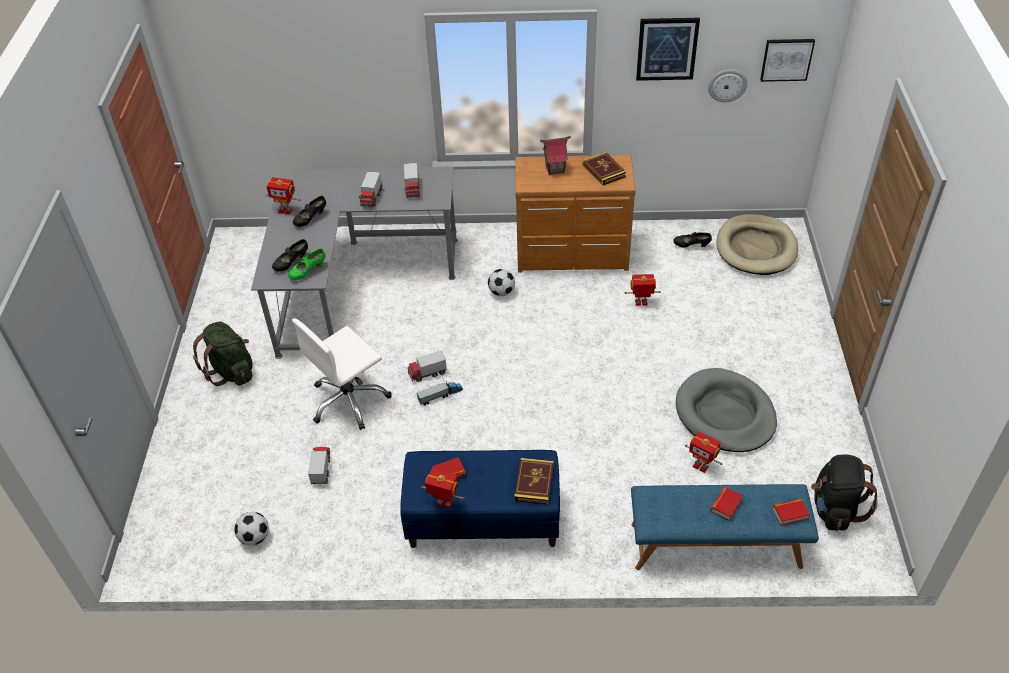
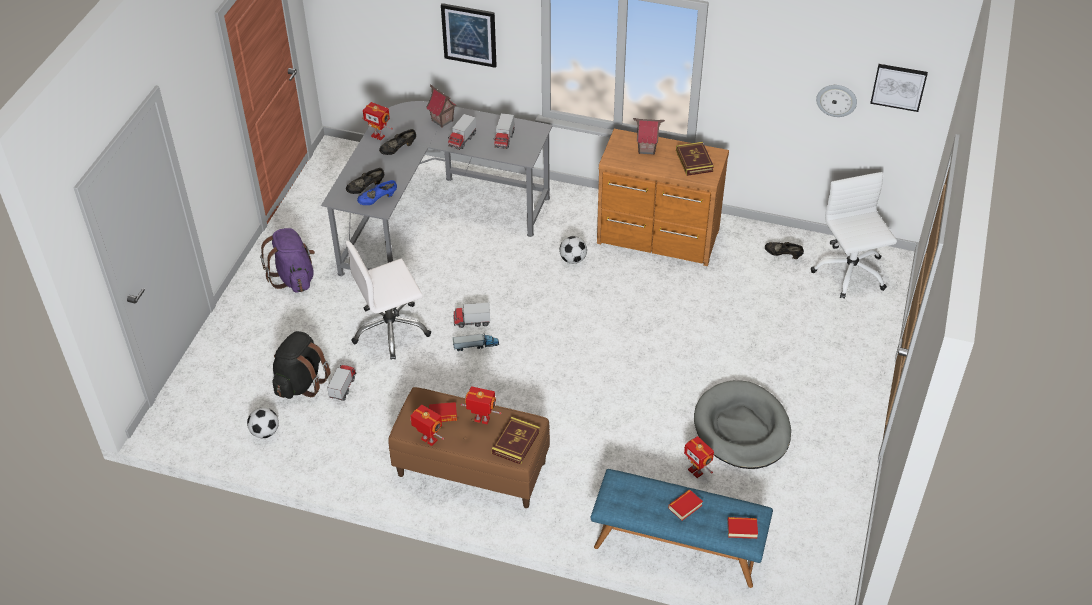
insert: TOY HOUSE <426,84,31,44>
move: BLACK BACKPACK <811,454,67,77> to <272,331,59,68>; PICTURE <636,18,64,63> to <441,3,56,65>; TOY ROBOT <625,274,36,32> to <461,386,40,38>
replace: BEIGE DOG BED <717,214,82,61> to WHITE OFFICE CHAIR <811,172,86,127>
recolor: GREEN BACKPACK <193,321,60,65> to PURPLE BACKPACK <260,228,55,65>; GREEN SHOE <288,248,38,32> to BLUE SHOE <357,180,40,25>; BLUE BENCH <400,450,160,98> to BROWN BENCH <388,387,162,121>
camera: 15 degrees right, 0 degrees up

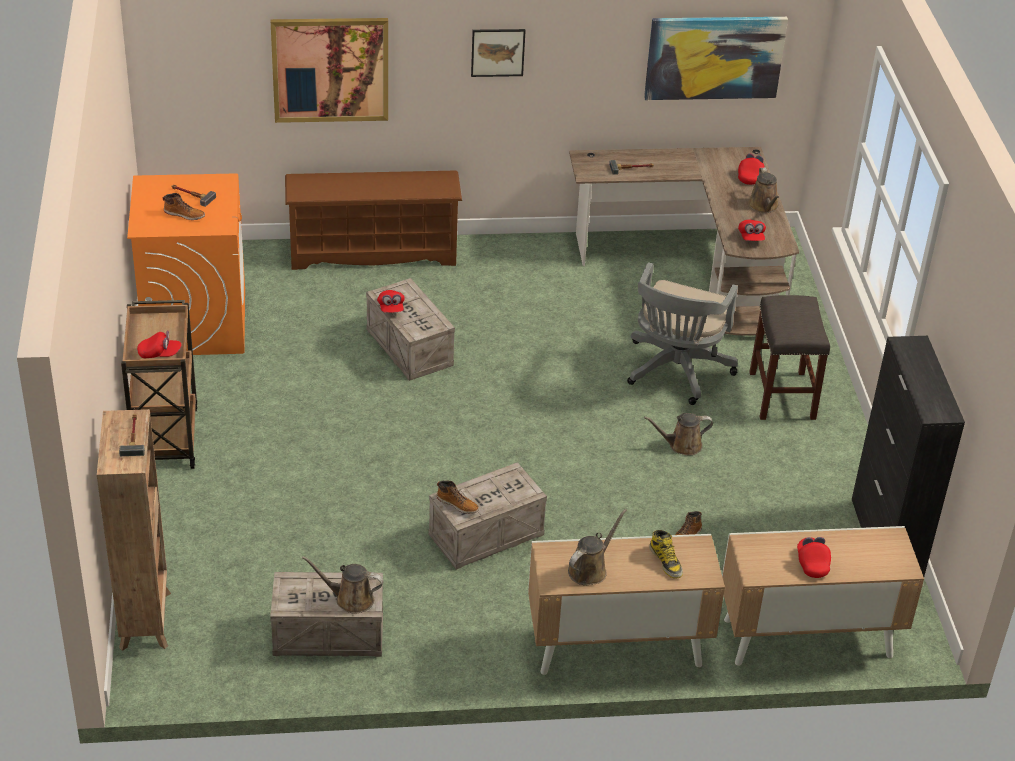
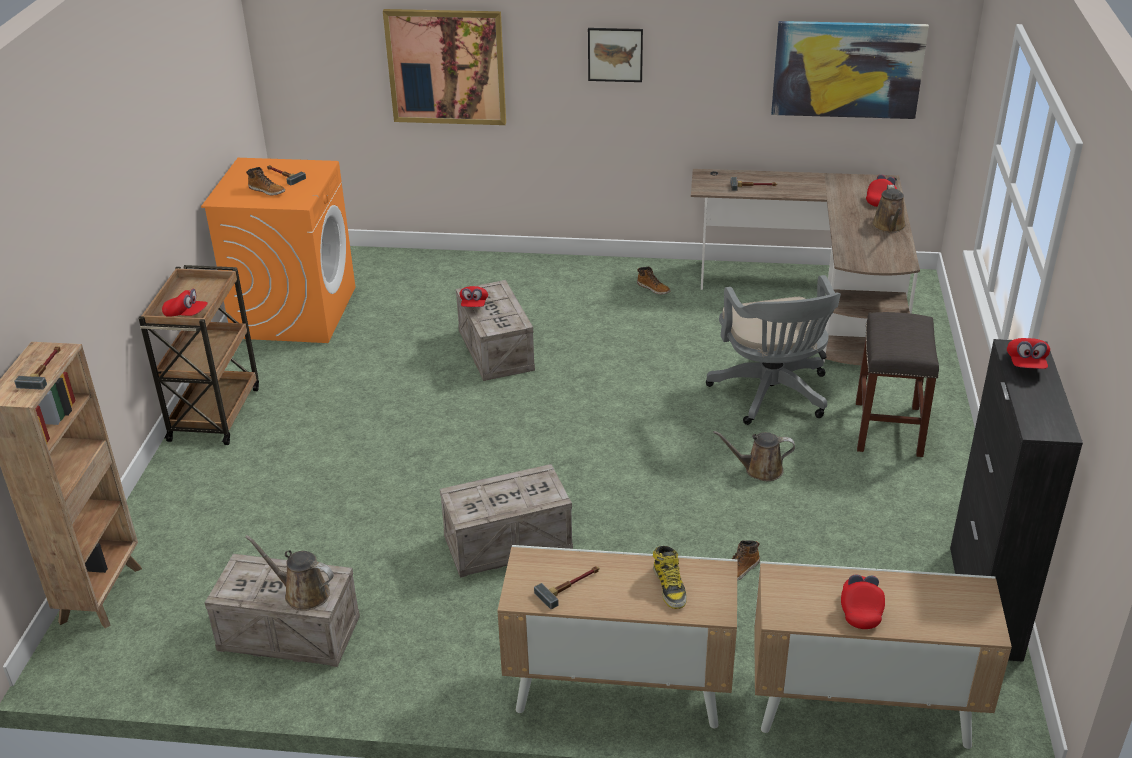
delete: BROWN SHOE RACK <285,171,177,99>
move: BOOT <437,480,42,34> to <637,267,34,27>; RED CAP <738,220,28,21> to <1007,338,43,31>
replace: BROWN WATERING CAN <568,509,59,77> to HAMMER <534,566,66,43>
rotate: GREY OFFICE CHAIR <627,262,111,143> = <706,275,135,150> 45 degrees counterclockwise
camera: 15 degrees right, 5 degrees down

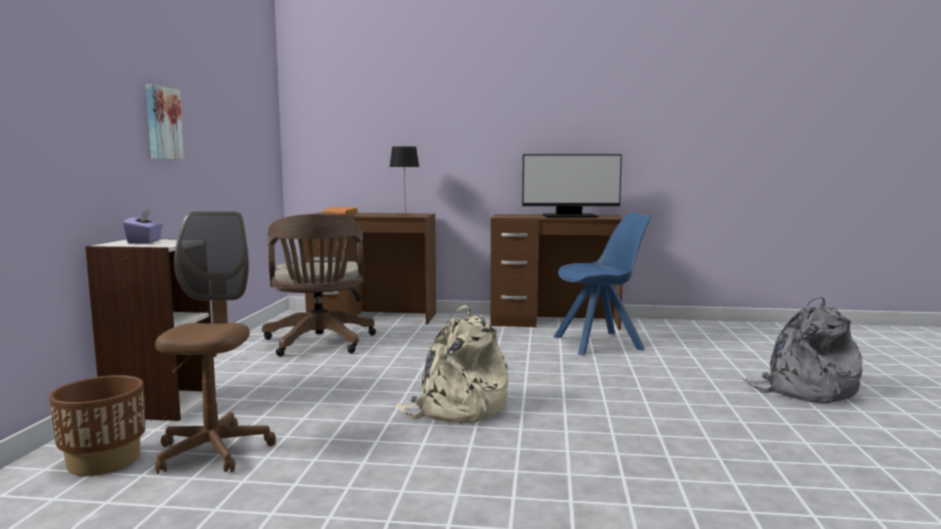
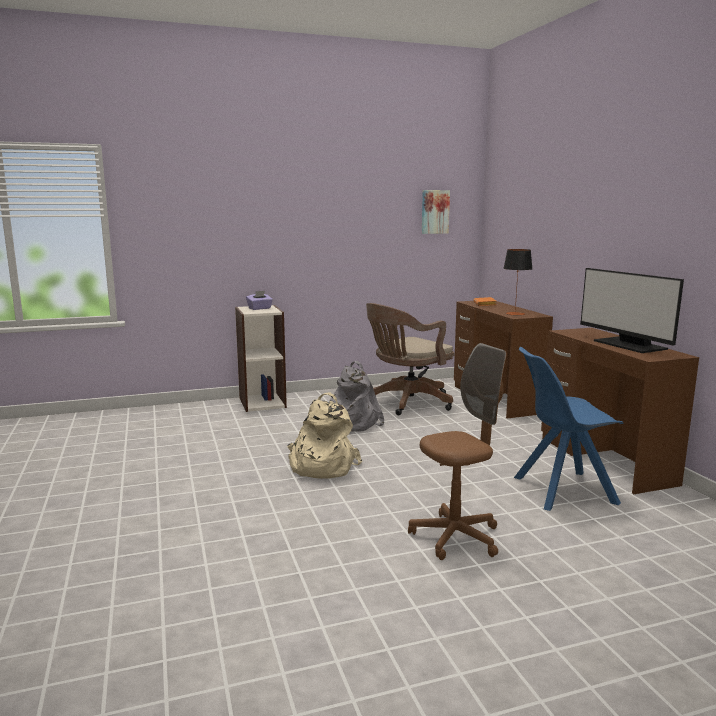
delete: BROWN PLANTER <49,375,96,101>
move: GREY BACKPACK <742,295,120,108> to <329,361,55,70>; BROWN OFFICE CHAIR <155,211,121,263> to <408,343,99,217>; PICTURE <146,84,38,75> to <422,190,28,44>
rotate: BLUE CHAIR <554,212,98,143> = <514,347,109,164> 120 degrees clockwise
camera: 65 degrees right, 5 degrees up

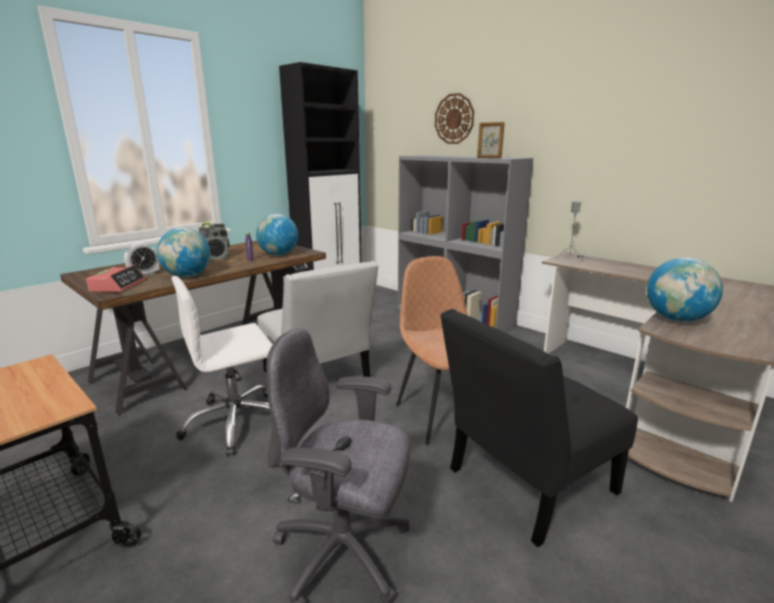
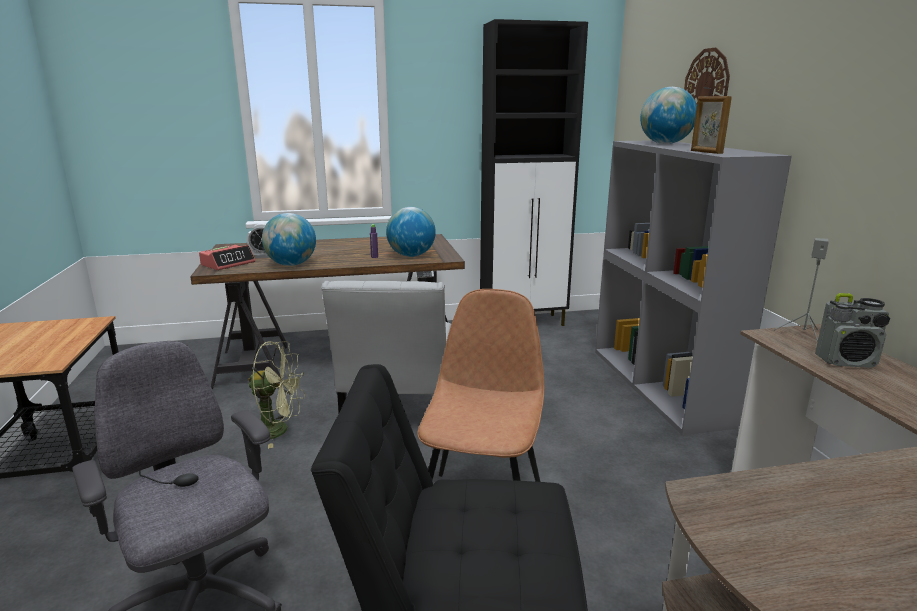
move: GLOBE <647,257,76,65> to <640,87,57,57>; RADIO <199,223,31,37> to <815,293,75,75>
replace: WHITE OFFICE CHAIR <172,276,101,180> to GREEN FAN <248,341,57,108>
camera: 35 degrees right, 0 degrees up

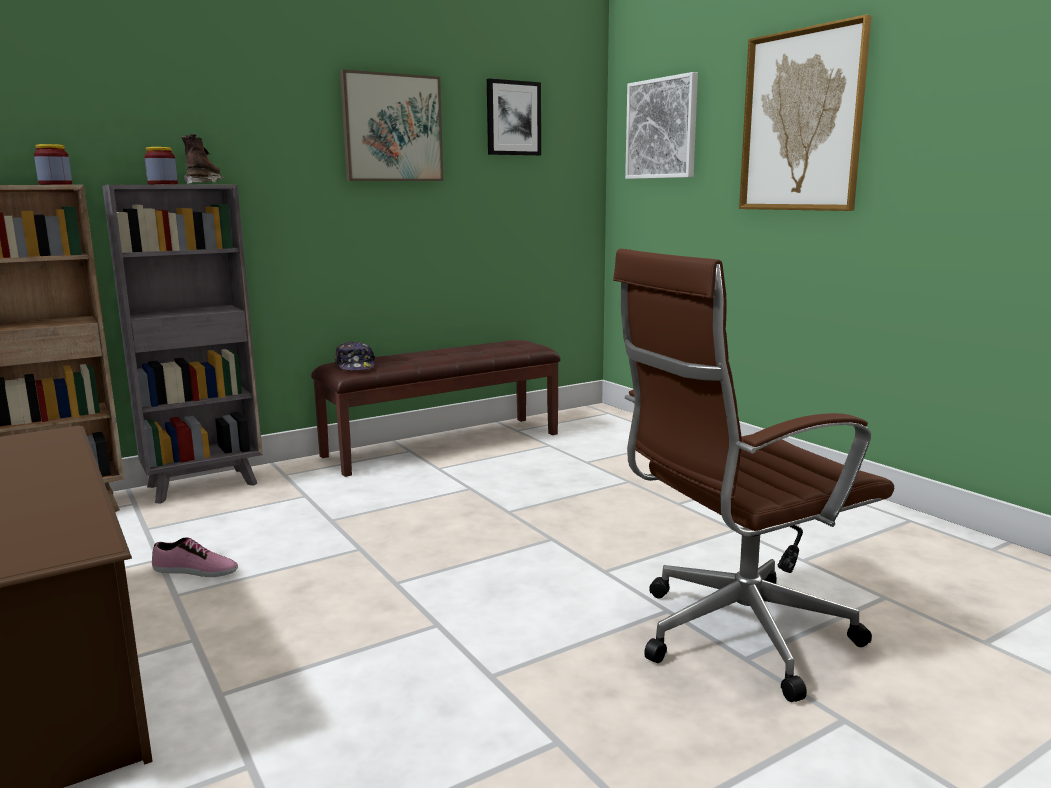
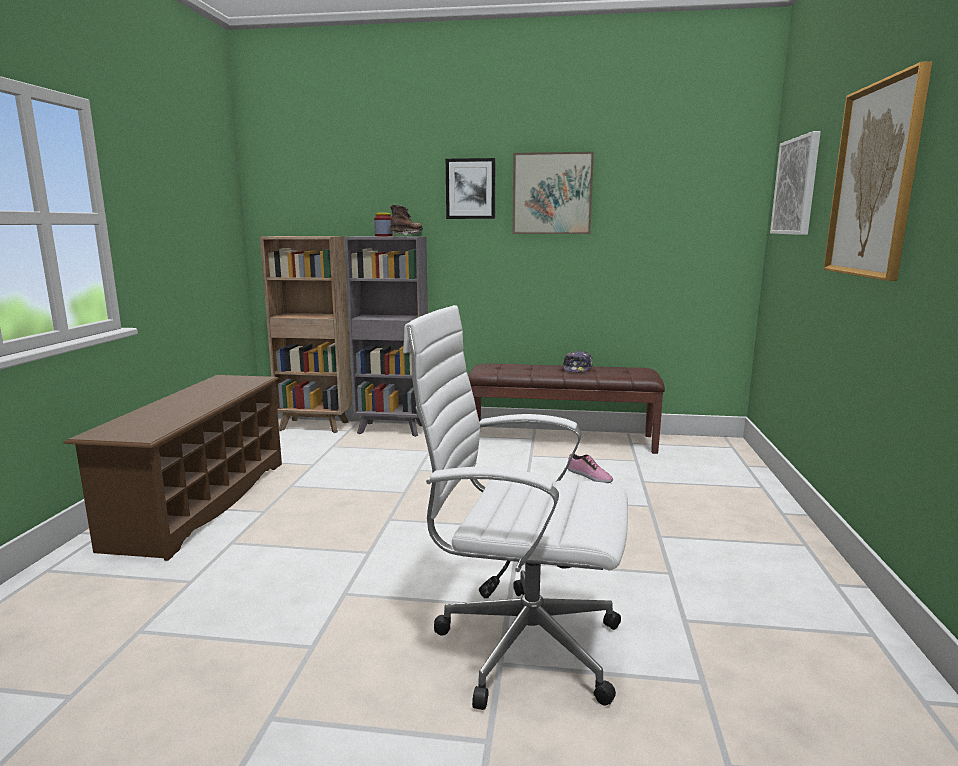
delete: JAR <34,144,38,41>
move: PICTURE <487,78,54,78> to <446,158,49,61>; CAP <334,341,42,30> to <563,351,30,21>; SHOE <152,537,86,40> to <567,454,46,29>
recolor: BROWN OFFICE CHAIR <613,249,281,453> to WHITE OFFICE CHAIR <403,305,225,405>
camera: 40 degrees right, 0 degrees up

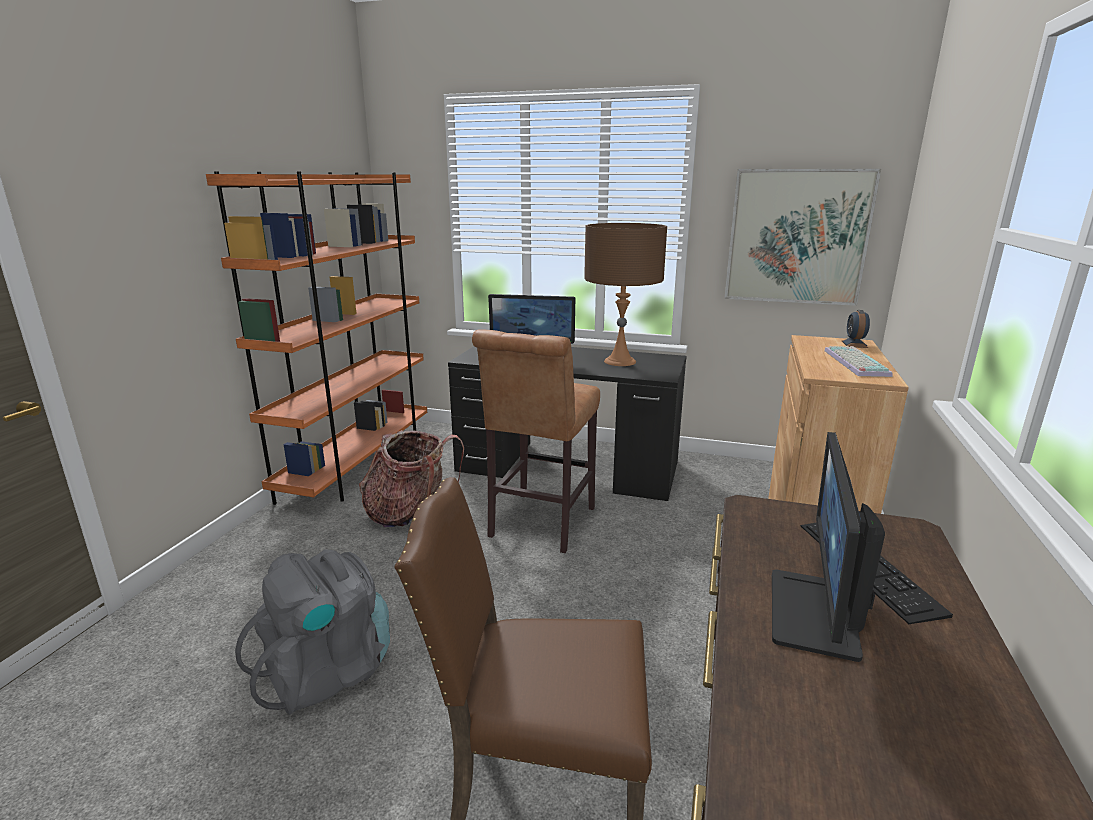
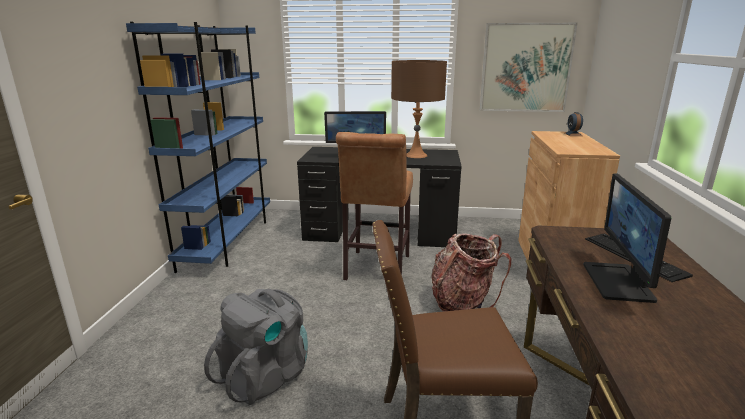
delete: KEYBOARD <824,346,69,31>
move: BACKPACK <359,430,105,97> to <431,233,81,79>
recolor: ORANGE BOOKCASE <206,171,221,334> to BLUE BOOKCASE <126,22,144,251>
camera: 10 degrees left, 0 degrees up

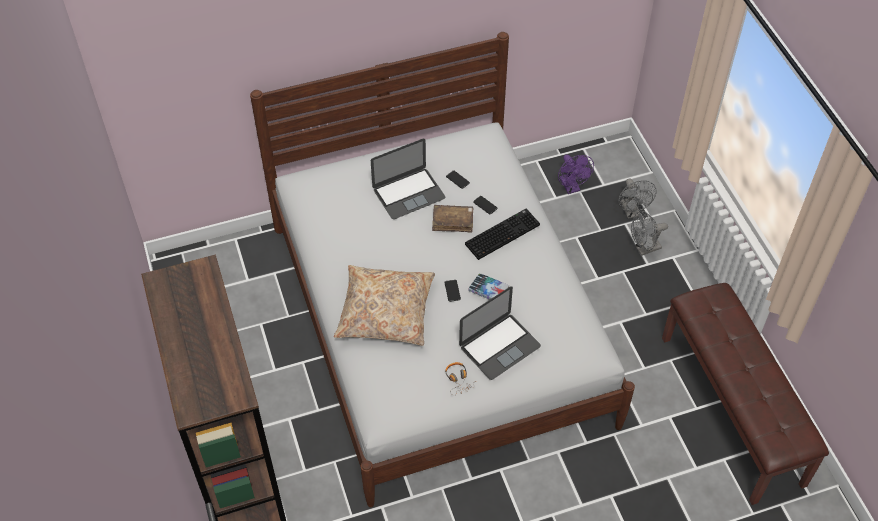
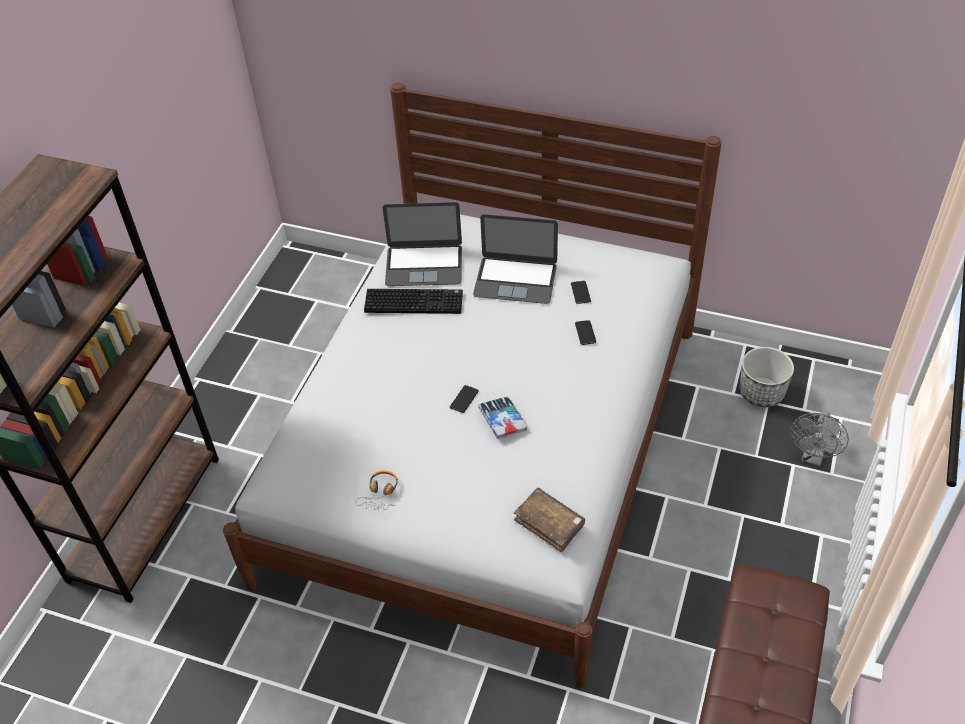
delete: BEIGE PILLOW <334,265,101,81>; GREY FAN <631,211,37,45>
move: KEYBOARD <465,209,75,51> to <364,289,99,25>; LAPTOP <459,286,82,94> to <383,202,79,84>; BROWN BOOK <432,205,41,27> to <514,488,71,65>
replace: PURPLE FAN <558,154,36,40> to PLANTER <739,347,55,60>
camera: 40 degrees right, 5 degrees down

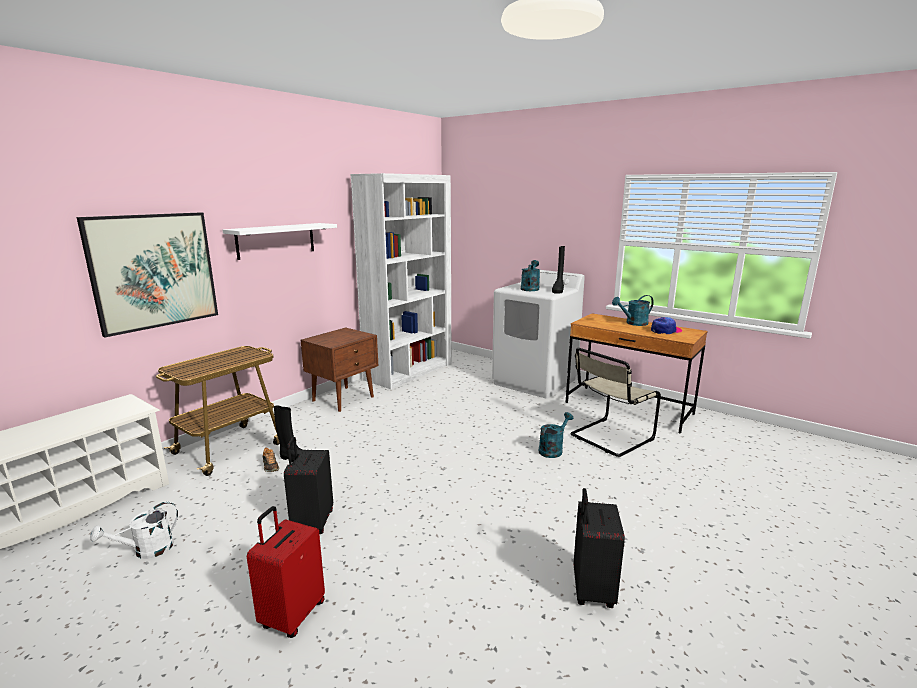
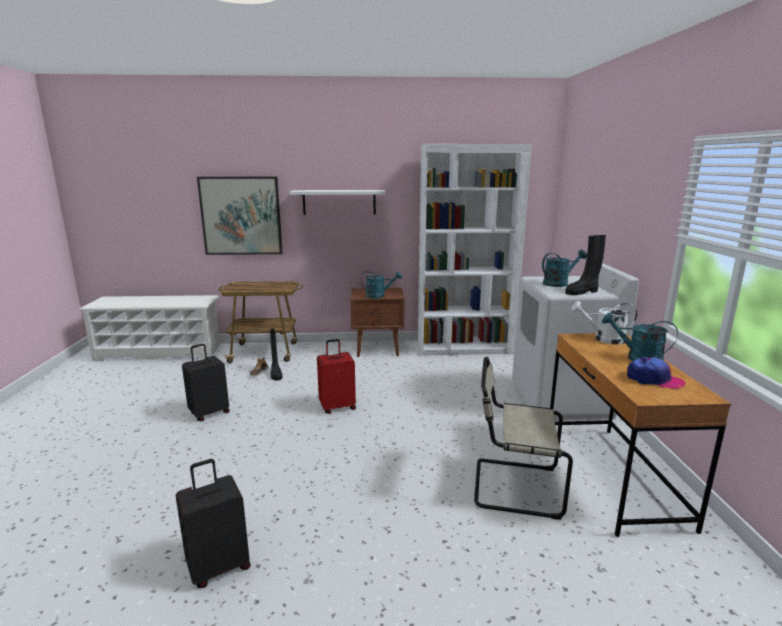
move: RED SUITCASE <247,506,78,132> to <317,339,39,75>; TURQUOISE WATERING CAN <538,412,35,46> to <361,271,41,27>; WHITE WATERING CAN <90,502,88,57> to <571,301,66,43>
camera: 50 degrees right, 0 degrees up

